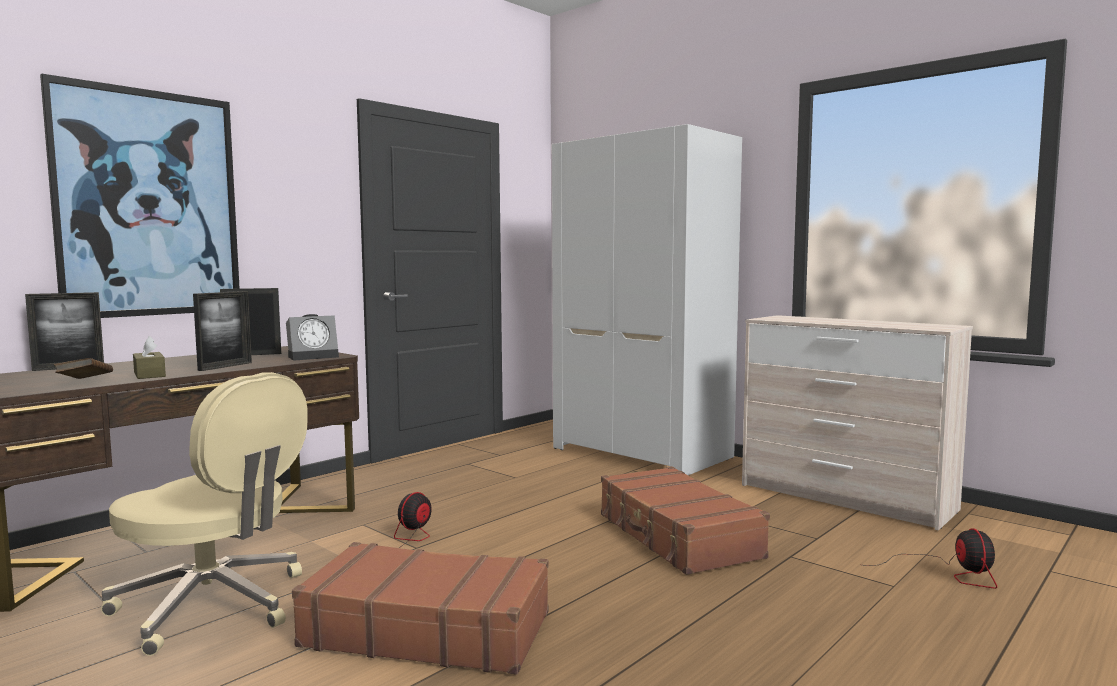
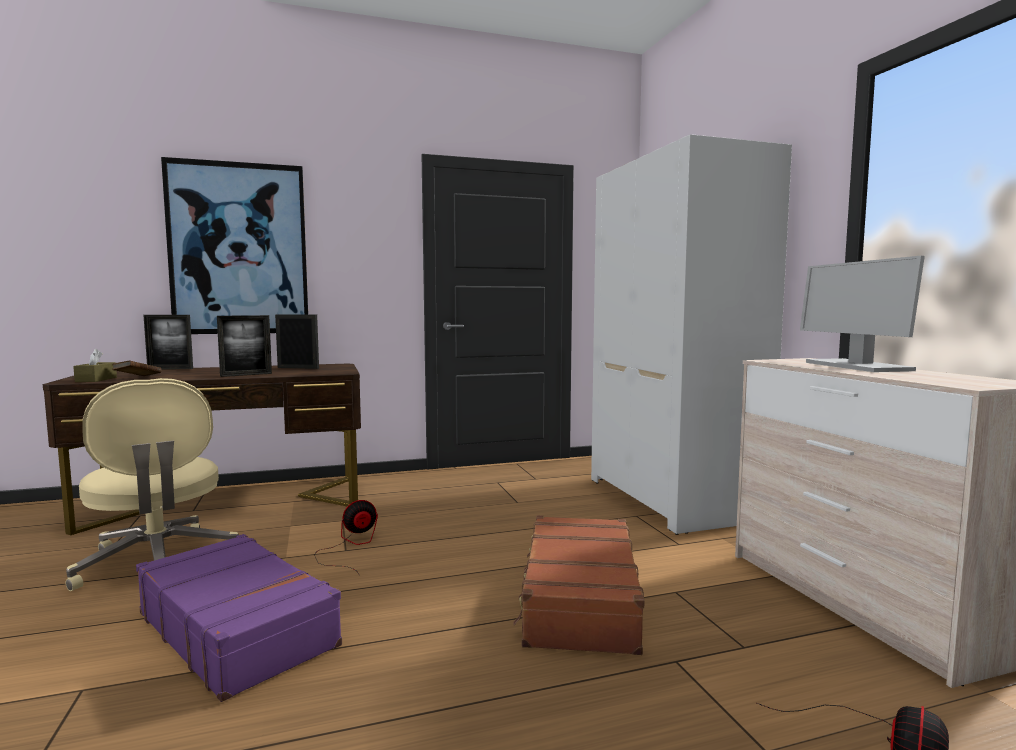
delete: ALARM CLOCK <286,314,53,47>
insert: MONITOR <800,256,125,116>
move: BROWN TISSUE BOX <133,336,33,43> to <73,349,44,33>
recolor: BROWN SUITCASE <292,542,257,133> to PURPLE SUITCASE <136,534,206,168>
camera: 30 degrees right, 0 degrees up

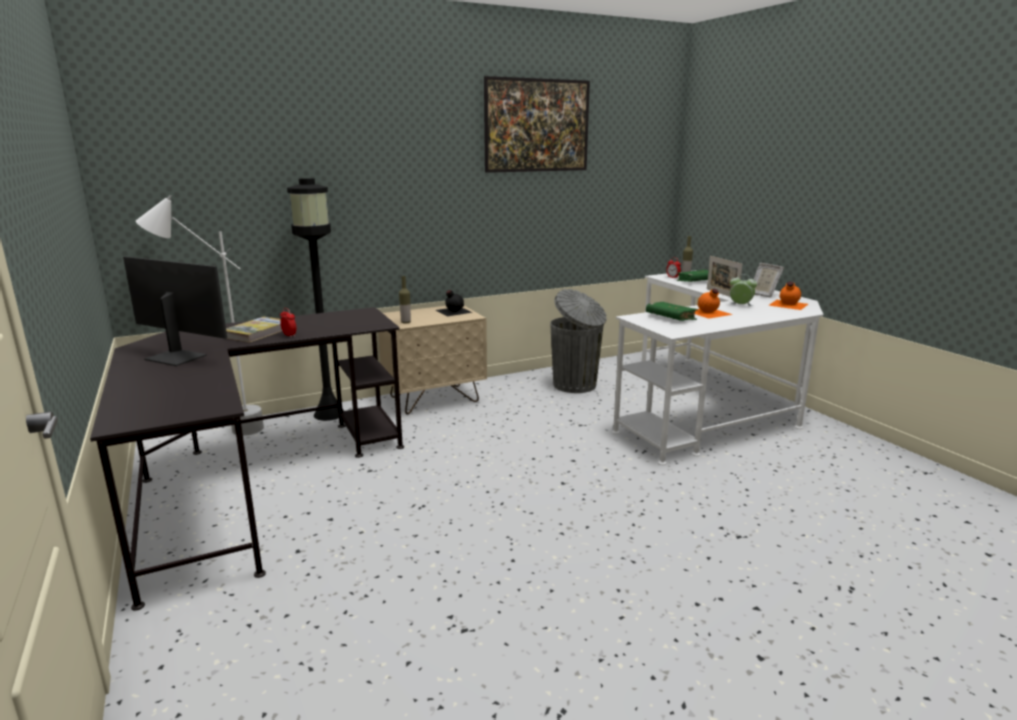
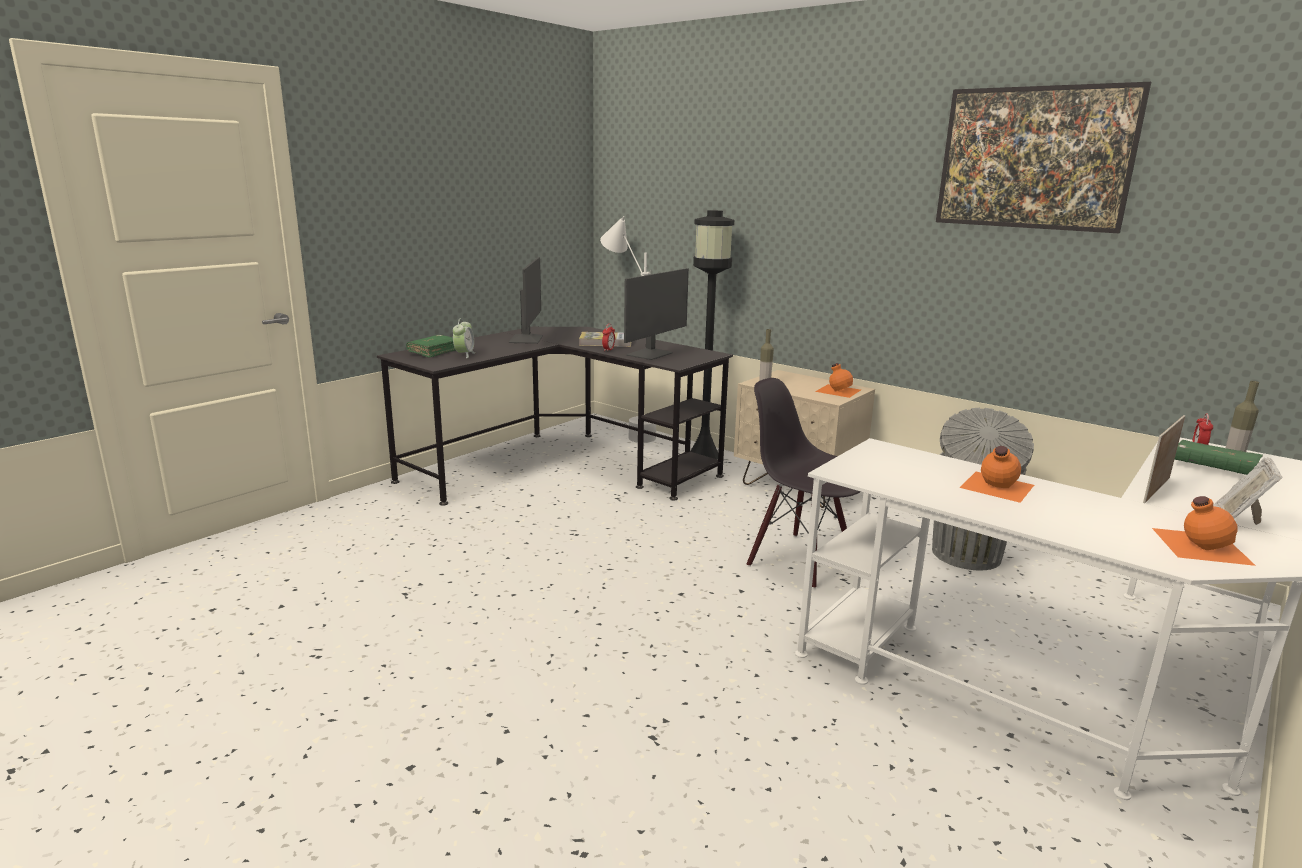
insert: MONITOR <624,268,65,92>; BLACK CHAIR <747,378,113,211>
move: GREEN BOOK <646,302,52,19> to <406,335,49,23>; ALARM CLOCK <730,274,27,32> to <453,318,22,40>
recolor: BLACK BOTTLE <435,290,38,26> to ORANGE BOTTLE <815,363,46,35>
camera: 65 degrees right, 0 degrees up

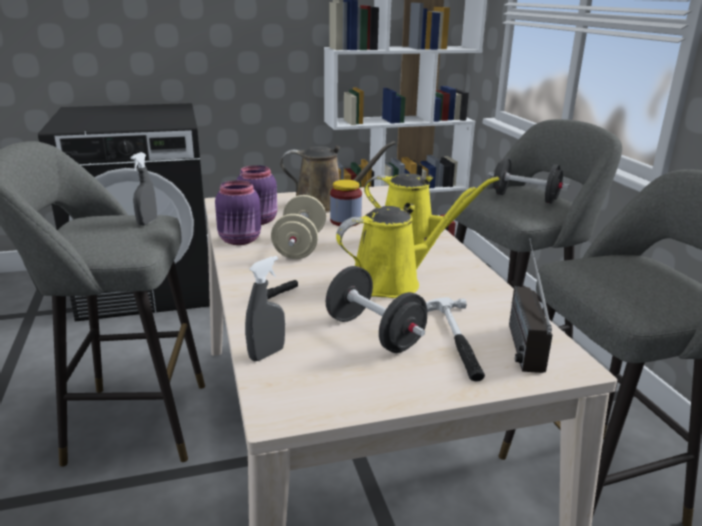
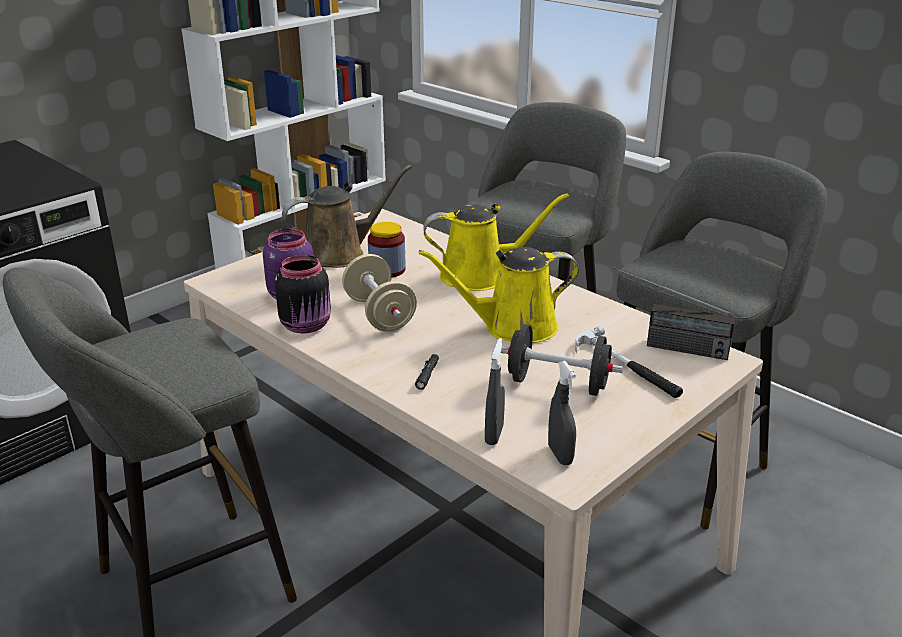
delete: BLACK DUMBBELL <488,157,81,46>
move: GREY SPRAY BOTTLE <131,152,26,74> to <548,361,28,104>
recolor: PURPLE JAR <215,180,46,65> to BLACK JAR <275,255,56,78>
rotate: YELLOW WATERING CAN <336,187,140,111> = <418,247,161,96> 135 degrees counterclockwise; RADIO <509,238,43,135> = <614,267,121,93> 45 degrees counterclockwise
camera: 30 degrees left, 5 degrees up

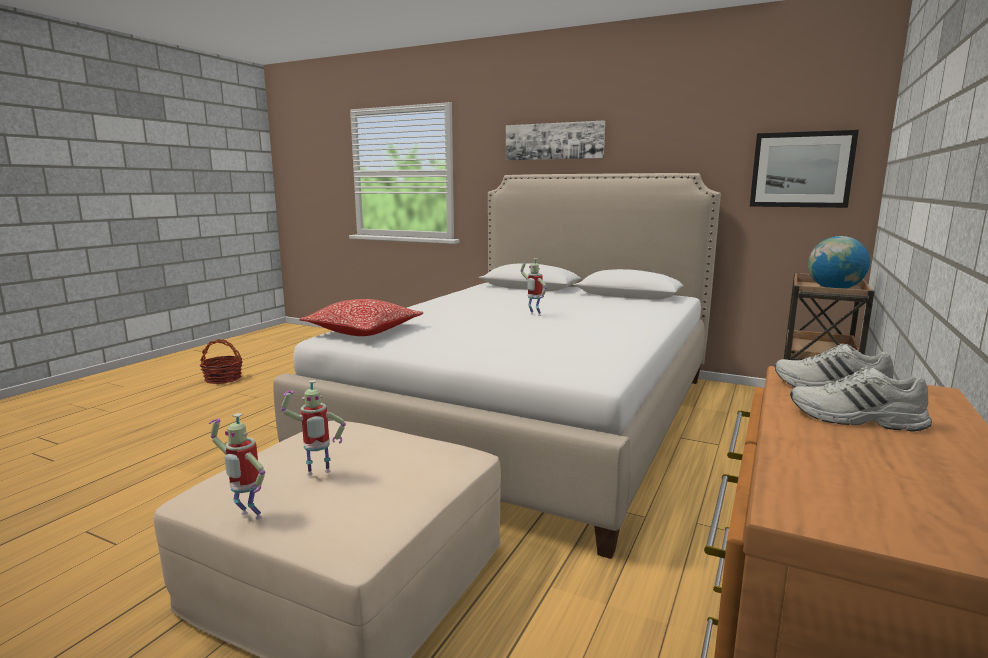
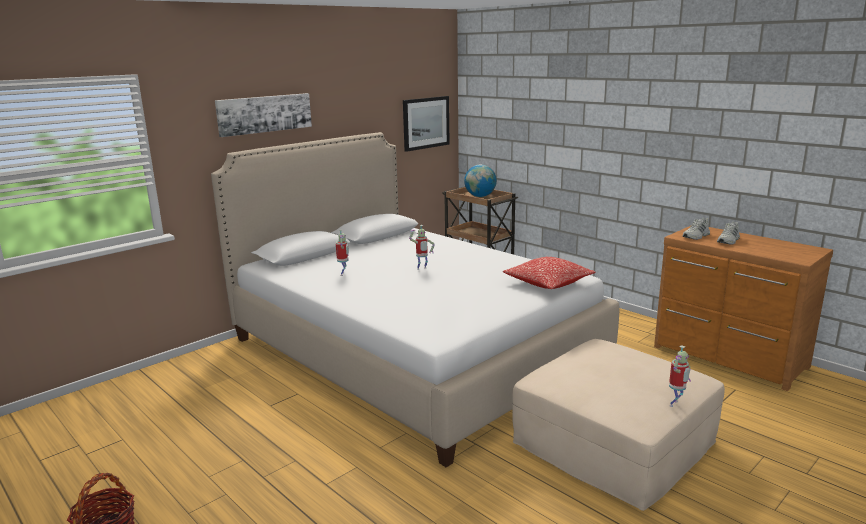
move: TOY ROBOT <281,380,65,96> to <336,229,13,47>; PILLOW <299,299,125,37> to <503,257,92,32>
camera: 70 degrees left, 5 degrees up

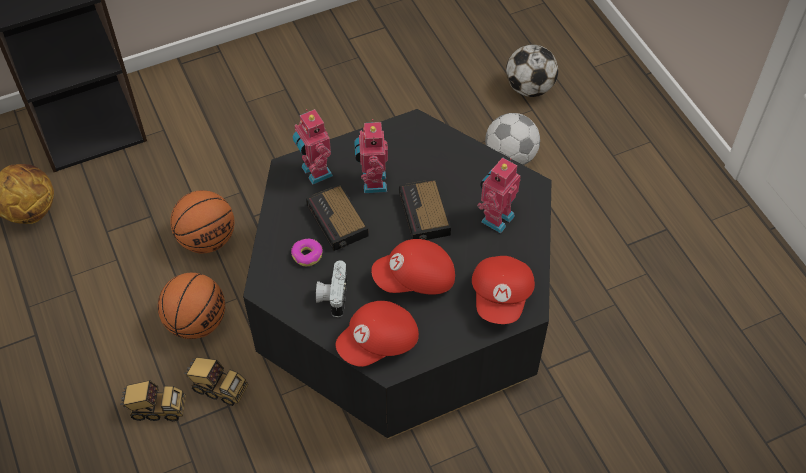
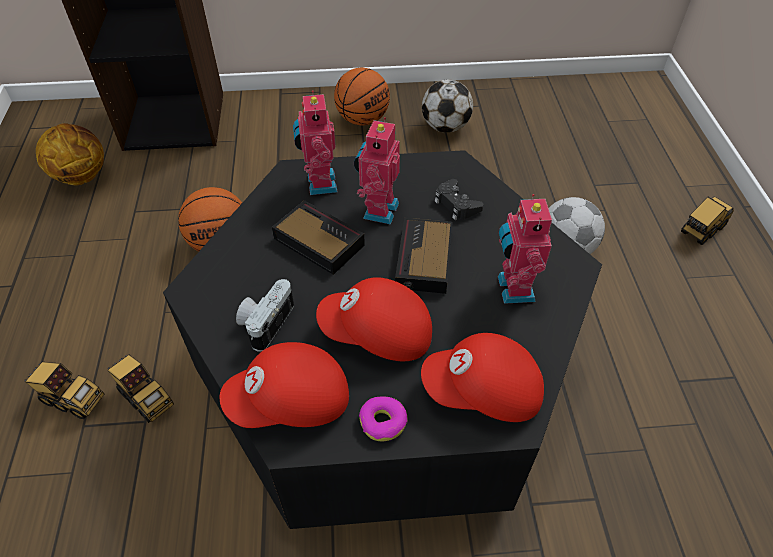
insert: BLACK GAME CONTROLLER <435,179,48,41>; TOY TRUCK <681,196,53,49>
move: BASKETBALL <158,273,67,66> to <334,68,56,57>; DONUT <291,239,32,27> to <359,396,49,45>; FOOTBALL <506,44,52,53> to <422,80,51,53>
rotate: ALARM CLOCK <306,184,63,67> = <272,200,93,75> 135 degrees clockwise; RED CAP <472,256,63,68> = <421,333,123,89> 60 degrees clockwise; TOY ROBOT <477,158,44,75> = <498,194,54,110> 60 degrees counterclockwise
camera: 20 degrees right, 5 degrees down

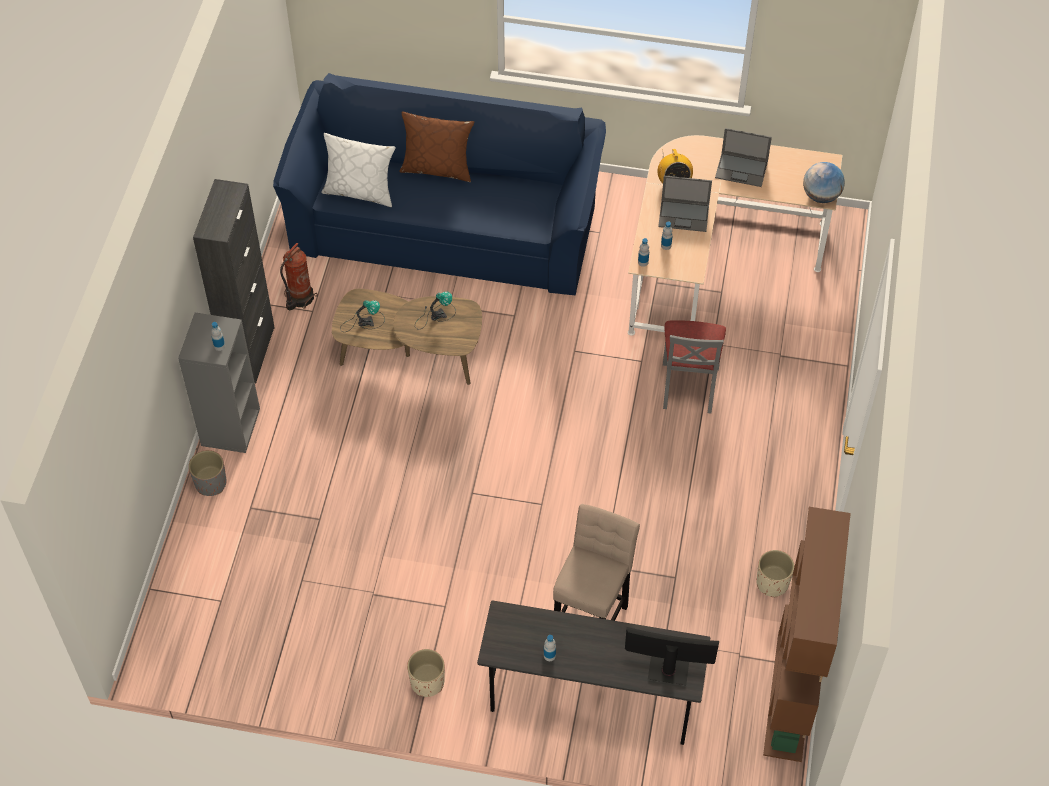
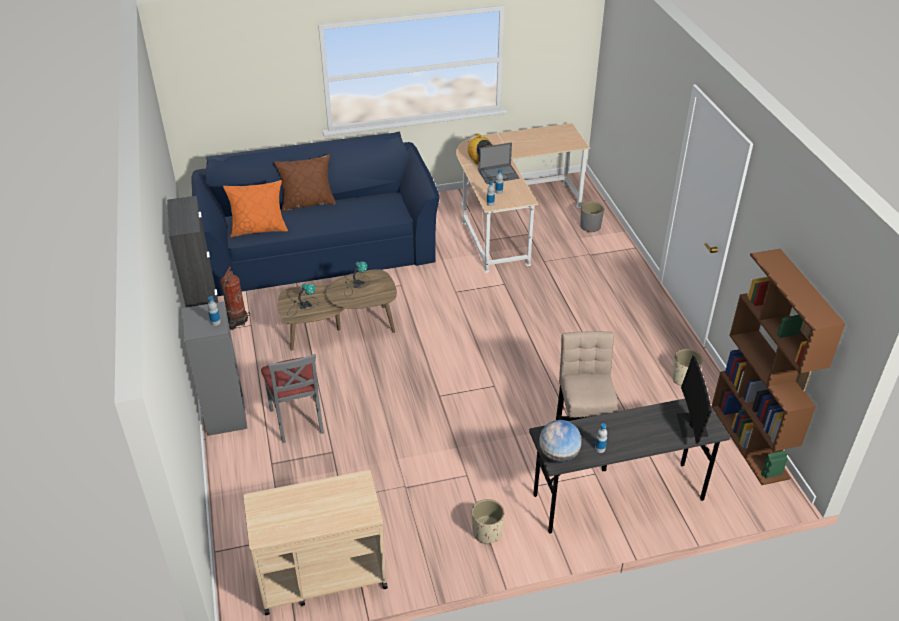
delete: LAPTOP <715,128,57,59>
insert: BEIGE CART <243,470,145,145>
move: GREY CHAIR <663,320,63,93> to <261,354,63,89>; GLOBE <803,162,42,41> to <539,420,43,42>; GREY PLANTER <189,450,38,46> to <580,201,24,32>
recolor: WHITE PILLOW <322,133,74,74> to ORANGE PILLOW <223,180,65,58>
rotate: MONITOR <625,627,94,58> = <676,356,36,88> 75 degrees counterclockwise
camera: 25 degrees left, 15 degrees down

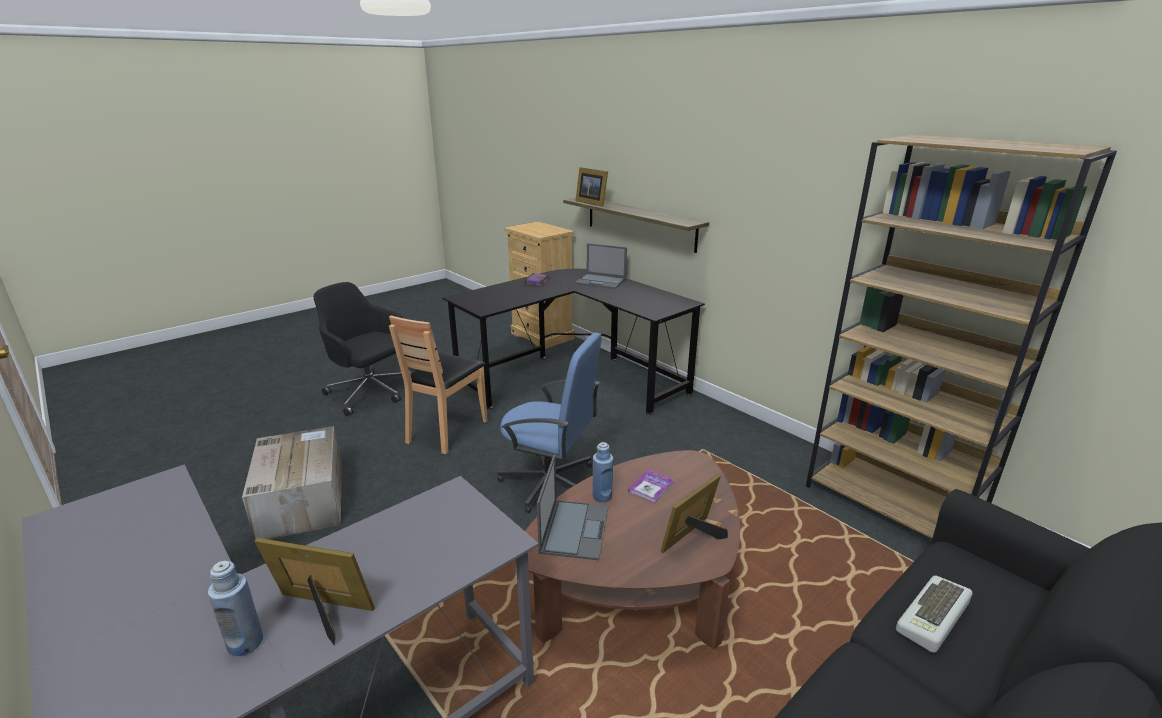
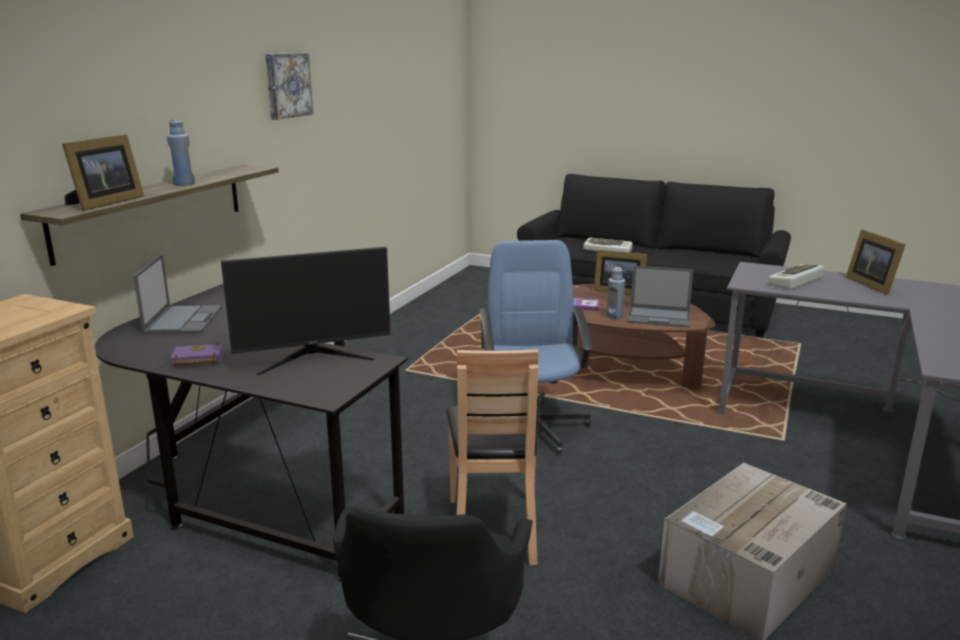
delete: BROWN BOOKCASE <806,135,311,404>
insert: MONITOR <221,247,170,128>; PICTURE <265,53,48,67>; KEYBOARD <768,264,56,26>
move: BLUE BOTTLE <208,561,55,95> to <167,119,28,67>
rotate: BROWN CHAIR <389,315,98,139> = <446,349,93,217> 90 degrees clockwise; LAPTOP <537,455,72,105> = <628,266,66,61> 150 degrees counterclockwise
camera: 115 degrees left, 5 degrees down

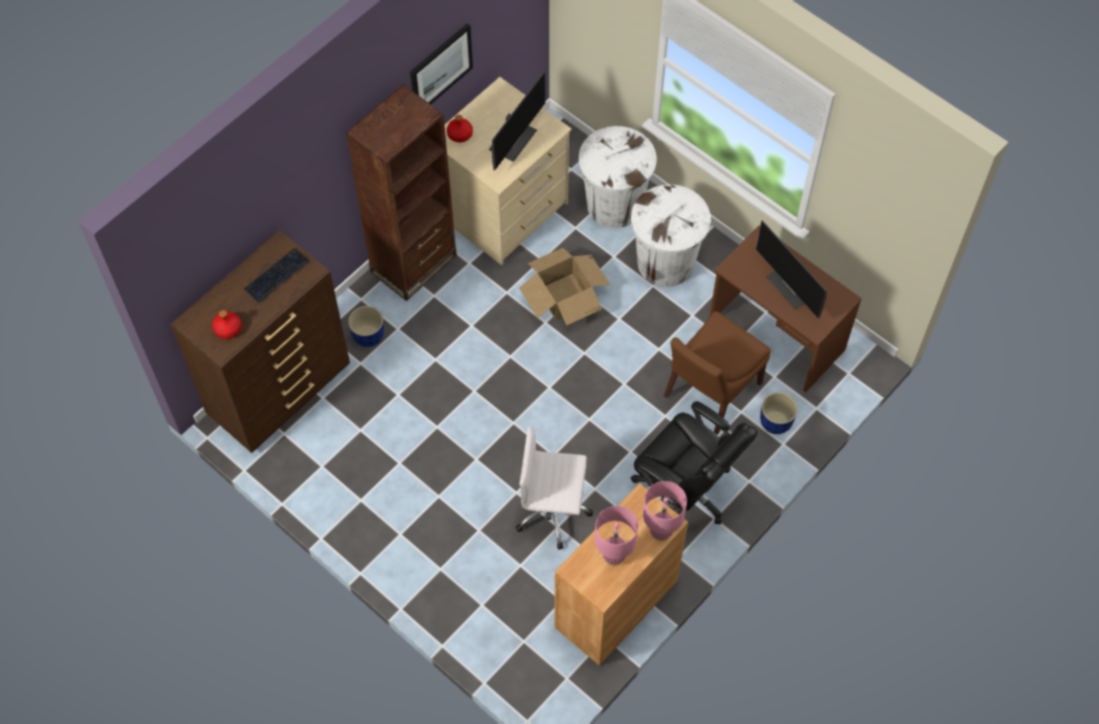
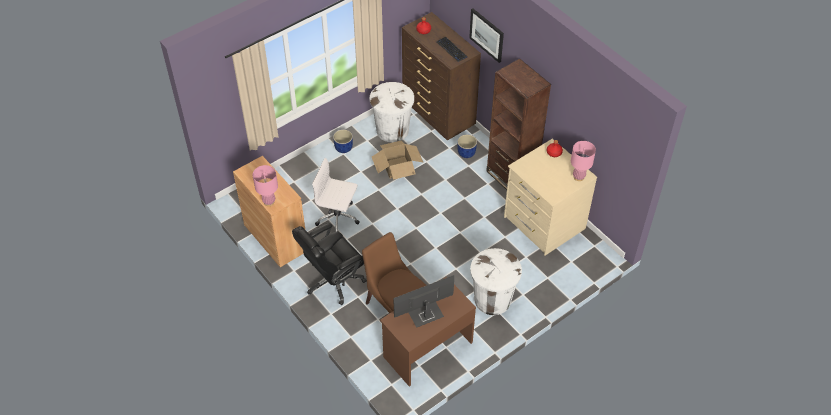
delete: MONITOR <489,71,56,100>
move: BLUE PLANTER <760,392,38,42> to <333,130,20,23>; WHITE TRASH CAN <579,126,78,102> to <370,82,44,60>; CARDBOARD BOX <519,248,91,78> to <372,141,52,39>; PICTURE <410,24,63,80> to <469,9,35,54>; PINK TABLE LAMP <595,506,43,59> to <571,141,25,40>
rotate: WHITE OFFICE CHAIR <516,426,77,124> = <312,158,48,74> 90 degrees counterclockwise
camera: 100 degrees right, 10 degrees down

